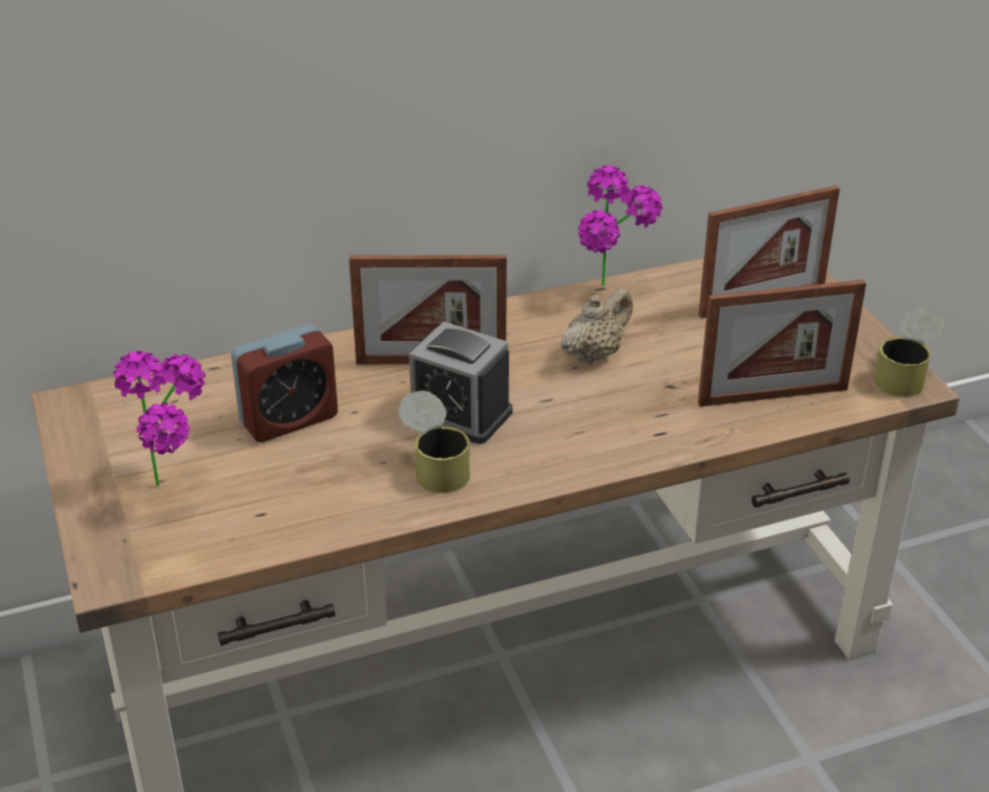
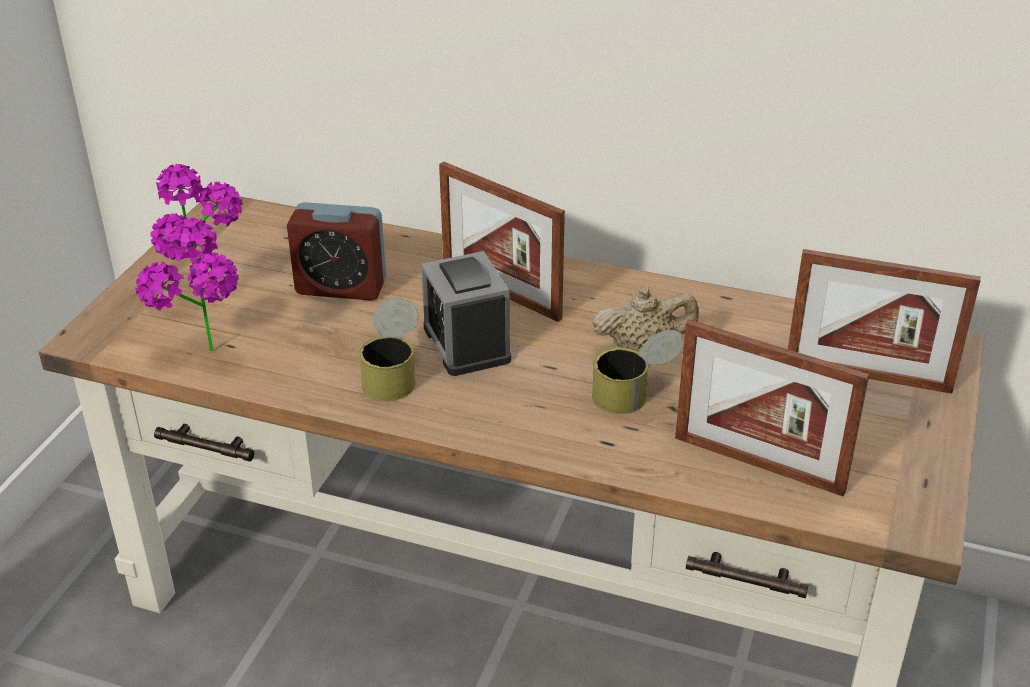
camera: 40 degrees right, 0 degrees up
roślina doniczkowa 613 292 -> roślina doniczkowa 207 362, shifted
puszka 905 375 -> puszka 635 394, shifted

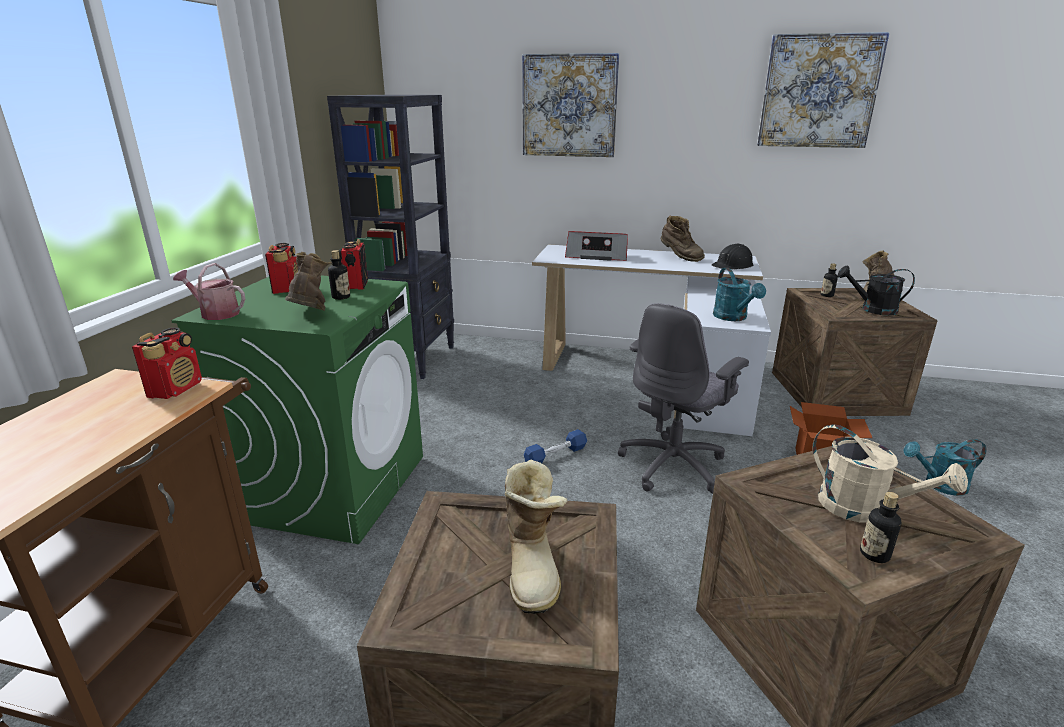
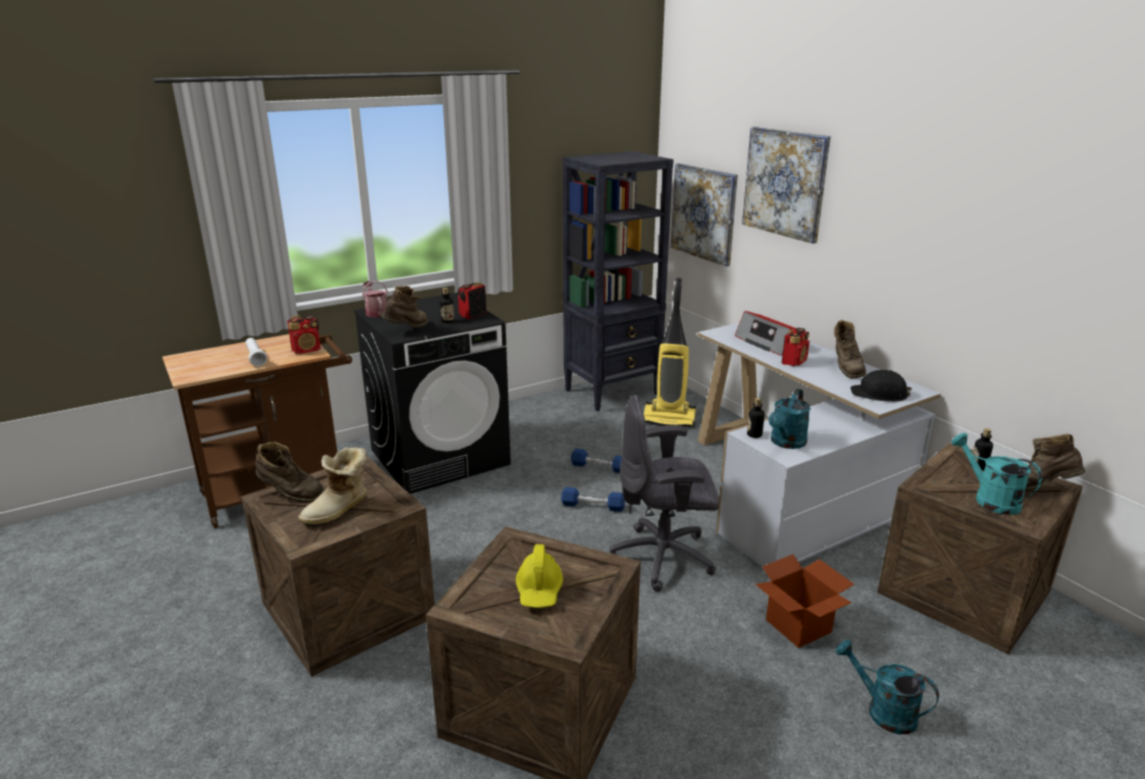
camera: 45 degrees right, 0 degrees up
obraz 818 91 -> obraz 704 213, shifted
radio 287 288 -> radio 794 362, shifted
konewka (czarny) 872 309 -> konewka (turkusowy) 989 499
pralka (zielony) 333 486 -> pralka (czarny) 440 457
konewka (beżowy) 864 509 -> kask (żółty) 539 590
butelka 874 554 -> butelka 754 435, shifted
none -> odkurzacz 669 419
none -> latarka (biały) 255 358
none -> but z cholewką (brązowy) 290 495
none -> hantel (niebieski) 599 467

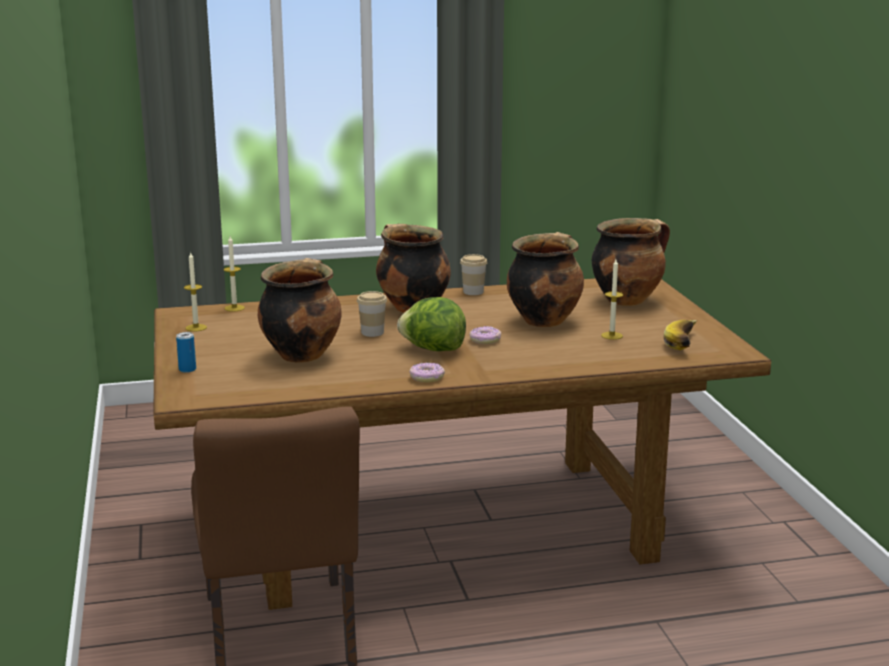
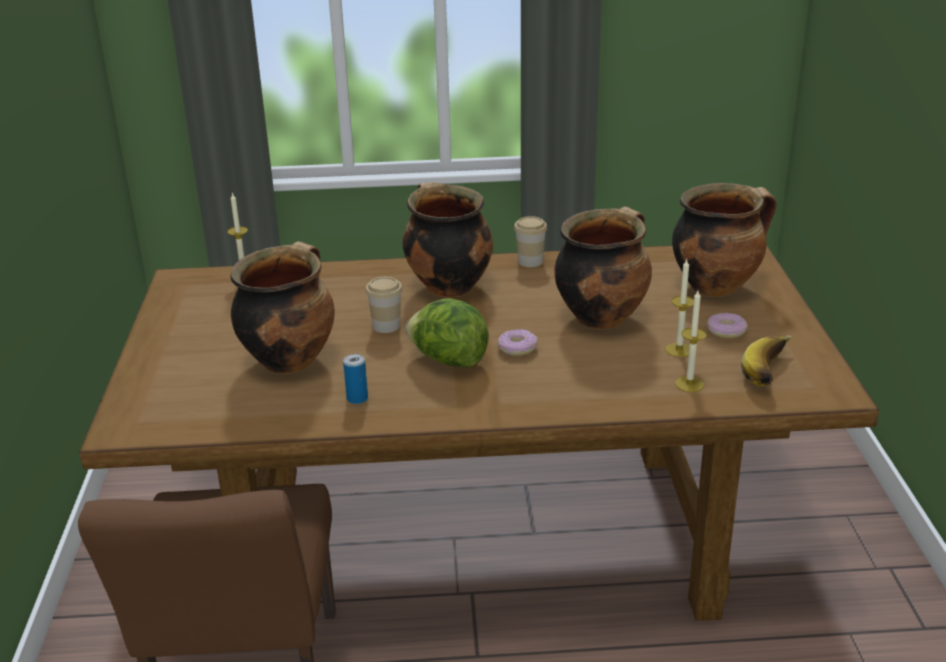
camera: 10 degrees right, 10 degrees up
świeca 196 328 -> świeca 689 384, shifted
puszka 187 369 -> puszka 357 399, shifted
donut 426 377 -> donut 726 331, shifted

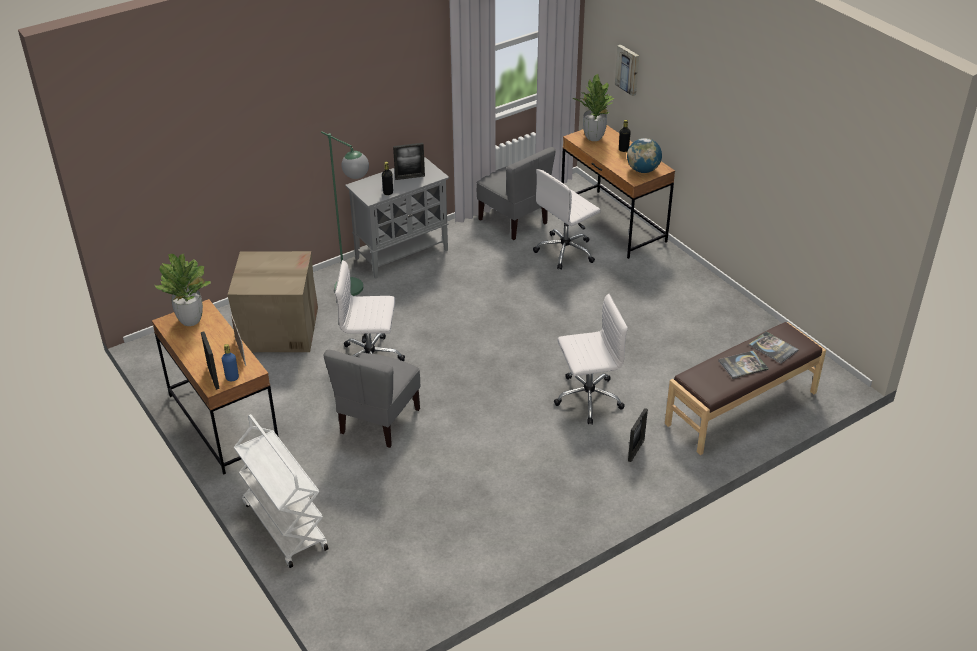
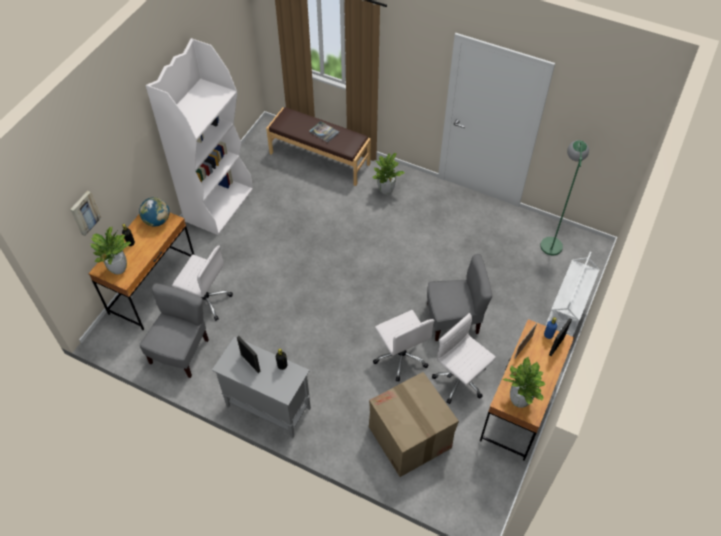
camera: 120 degrees left, 15 degrees up
lampa stojąca (zielony) 356 292 -> lampa stojąca (zielony) 551 240, shifted
krzesło biurowe (biały) 587 398 -> krzesło biurowe (biały) 461 381, shifted
książka 773 348 -> none
ramka na zdjęcie 636 450 -> roślina doniczkowa 386 190
none -> regał (biały) 219 204

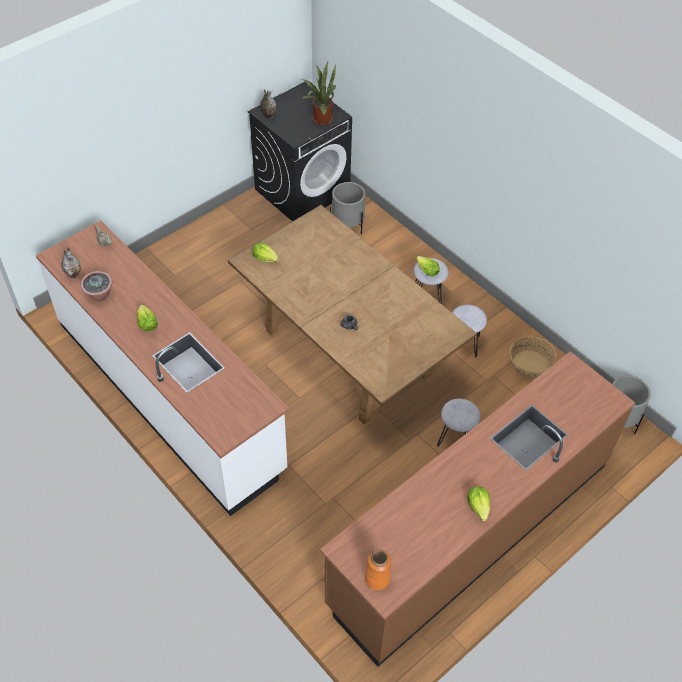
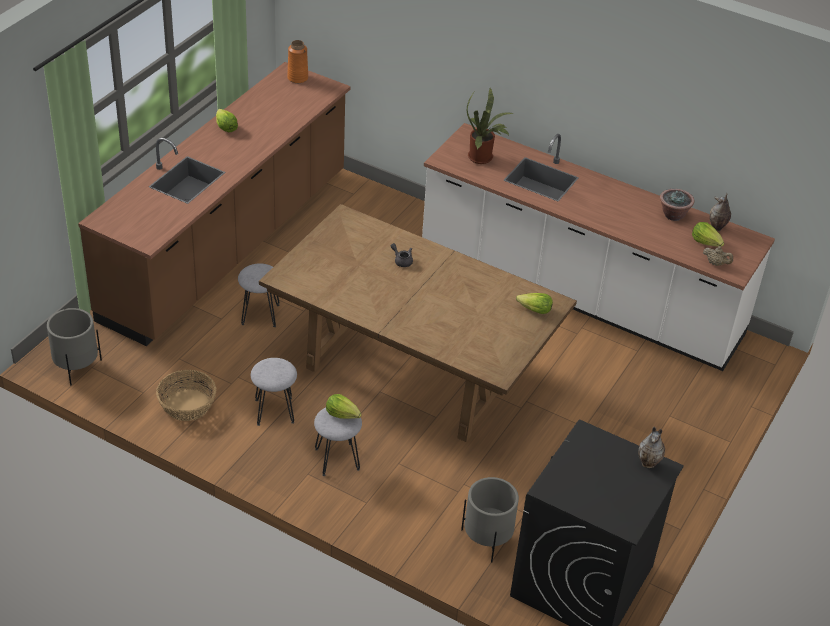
camera: 160 degrees right, 10 degrees down
roślina doniczkowa 320 119 -> roślina doniczkowa 483 158, shifted
sałata 147 323 -> sałata 706 242, shifted

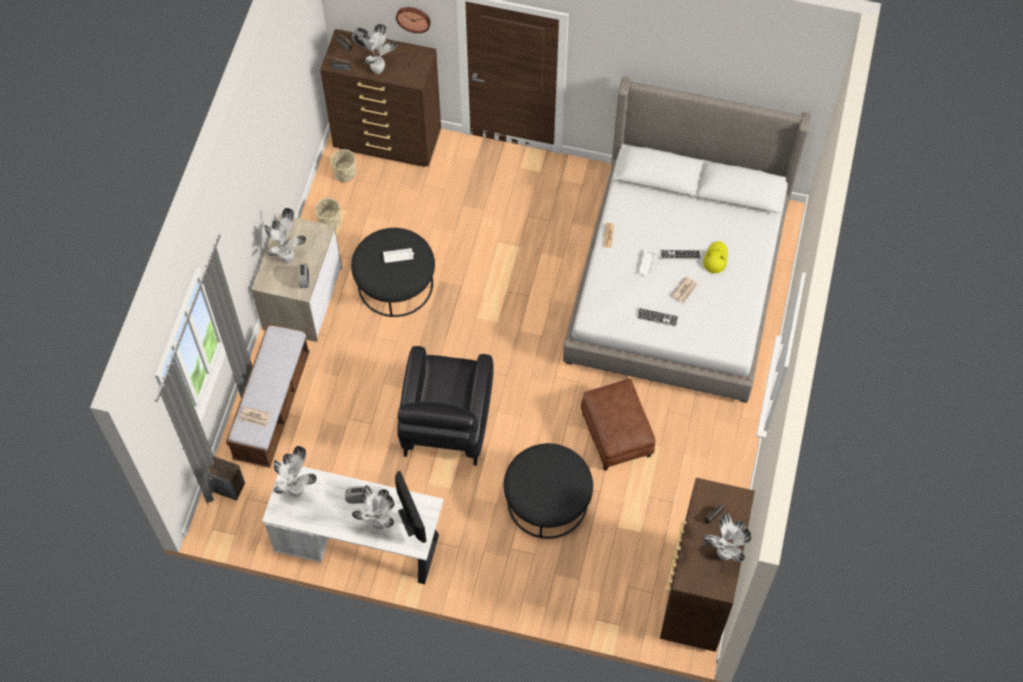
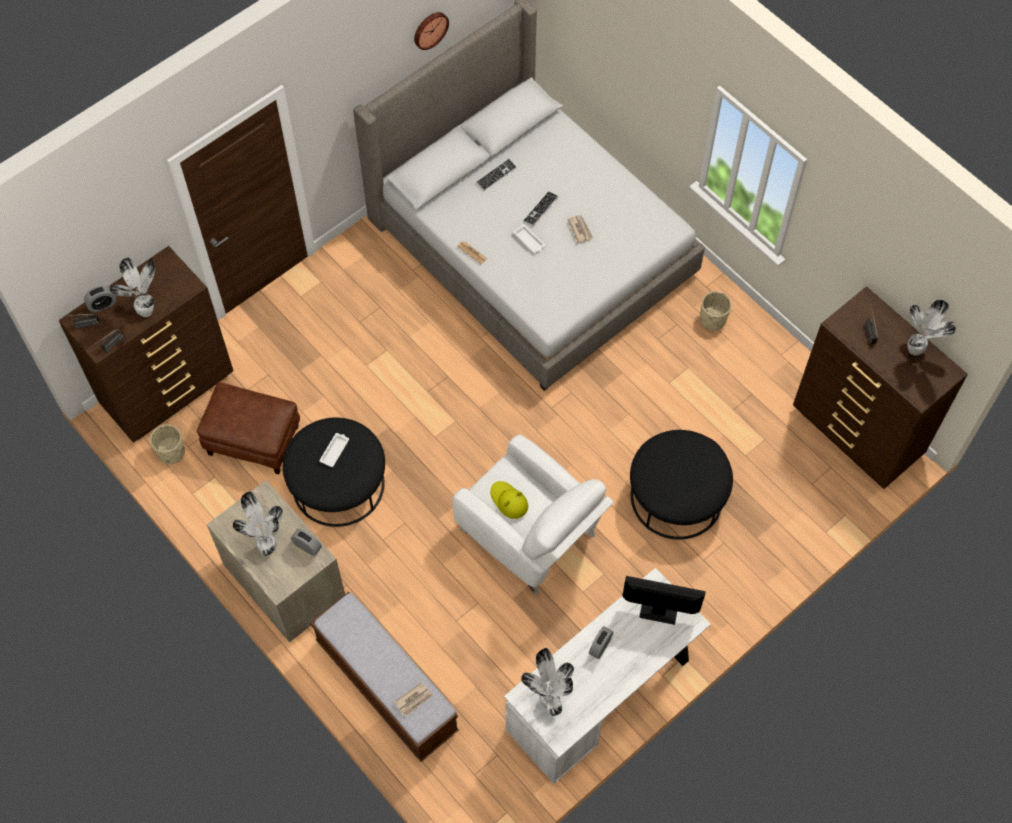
camera: 55 degrees left, 0 degrees up
zegar ścienny 413 18 -> zegar ścienny 430 29, shifted
donica (beżowy) 329 222 -> donica (beżowy) 713 320, shifted
kapelusz (żółty) 715 258 -> kapelusz (żółty) 508 501, shifted
klawiatura 657 317 -> klawiatura 496 175, shifted
fotel (czarny) 445 425 -> fotel (biały) 531 535
pufa (brązowy) 617 435 -> pufa (brązowy) 254 439, shifted
głośnik 228 487 -> none
roślina doniczkowa 379 525 -> none

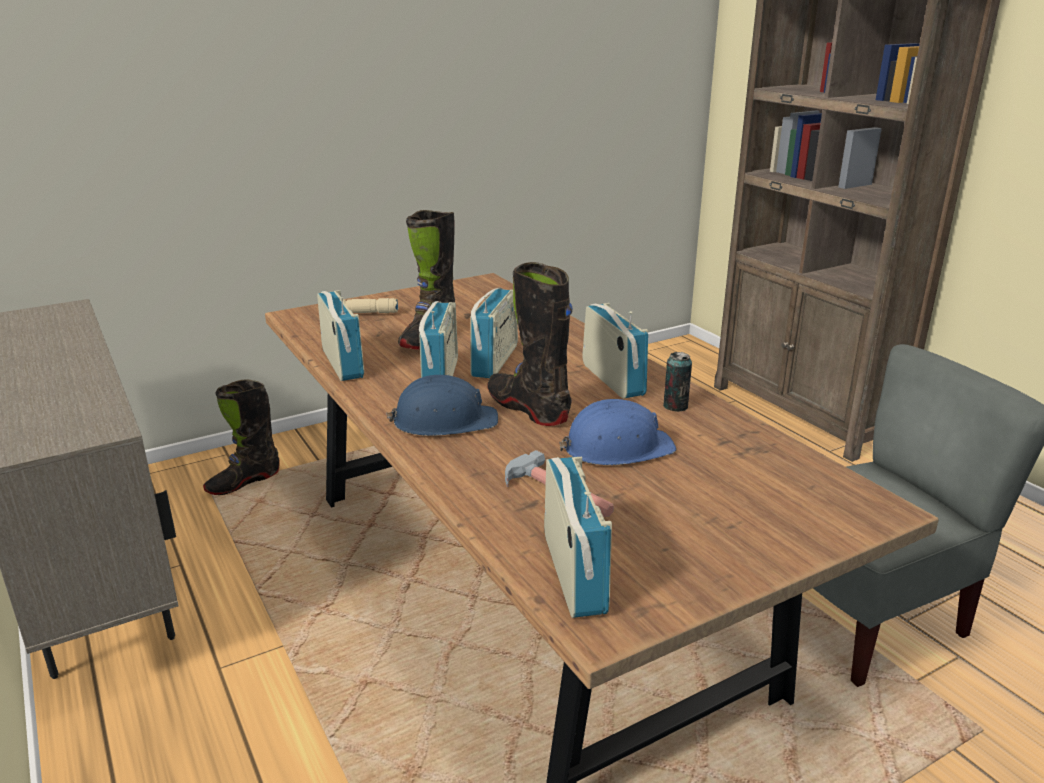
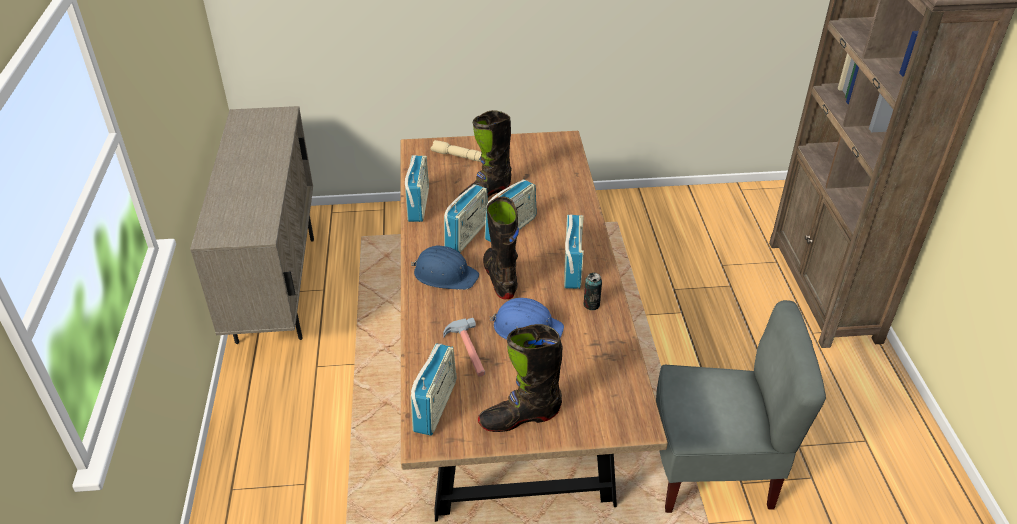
camera: 25 degrees right, 15 degrees up
but z cholewką (czarny) 243 482 -> but z cholewką (czarny) 519 417, shifted

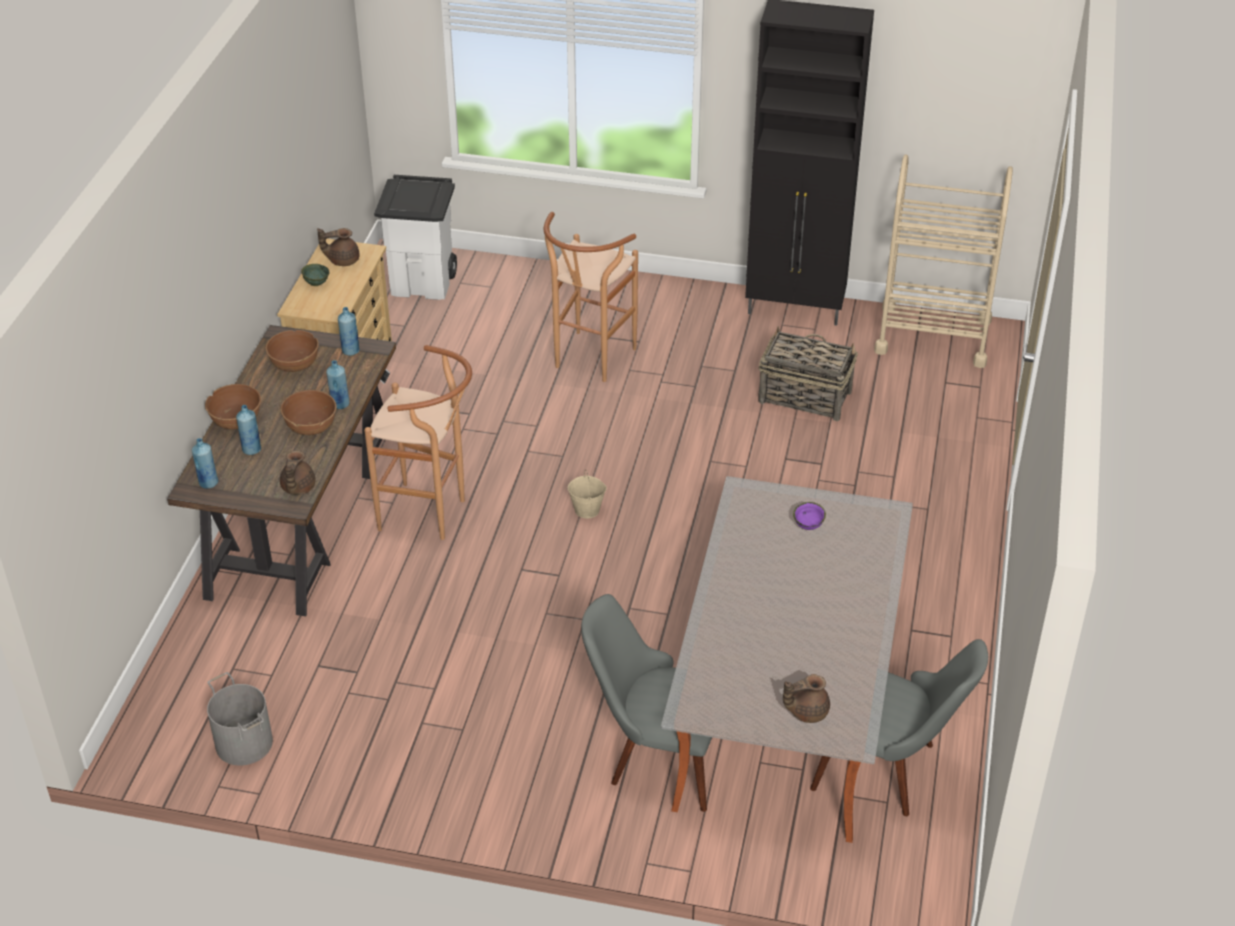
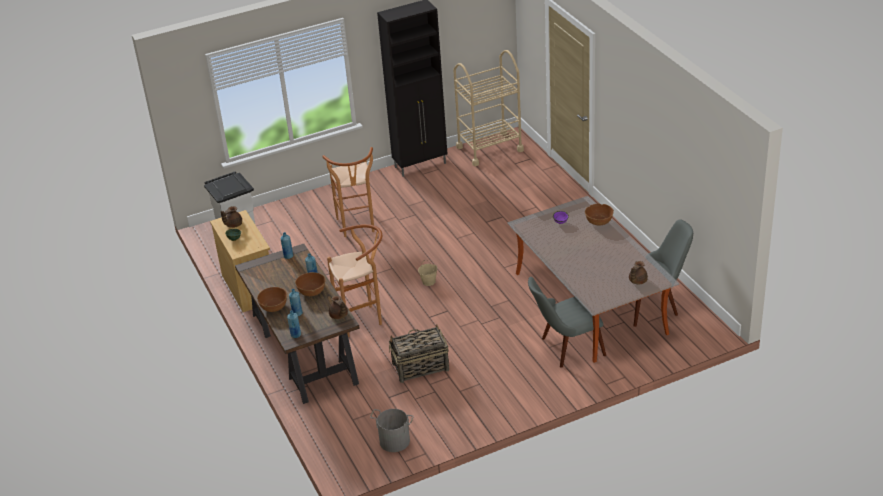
camera: 35 degrees left, 5 degrees down
koszyk 804 396 -> koszyk 420 367, shifted
miska (brązowy) 294 364 -> miska (brązowy) 599 222, shifted

